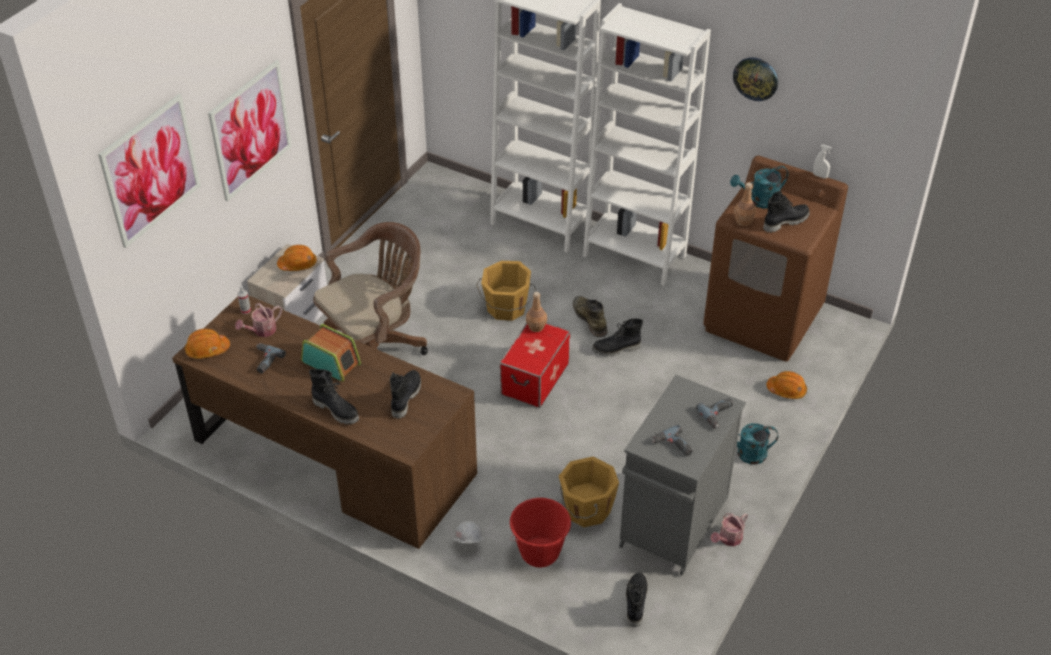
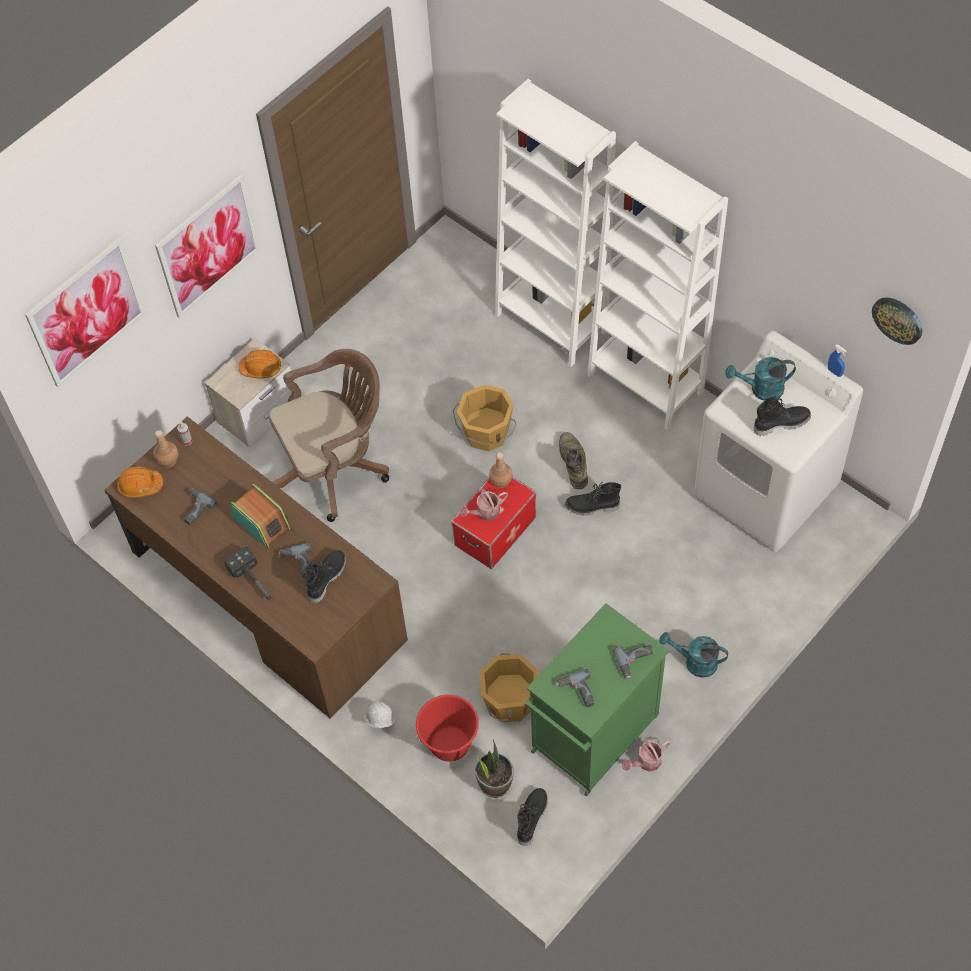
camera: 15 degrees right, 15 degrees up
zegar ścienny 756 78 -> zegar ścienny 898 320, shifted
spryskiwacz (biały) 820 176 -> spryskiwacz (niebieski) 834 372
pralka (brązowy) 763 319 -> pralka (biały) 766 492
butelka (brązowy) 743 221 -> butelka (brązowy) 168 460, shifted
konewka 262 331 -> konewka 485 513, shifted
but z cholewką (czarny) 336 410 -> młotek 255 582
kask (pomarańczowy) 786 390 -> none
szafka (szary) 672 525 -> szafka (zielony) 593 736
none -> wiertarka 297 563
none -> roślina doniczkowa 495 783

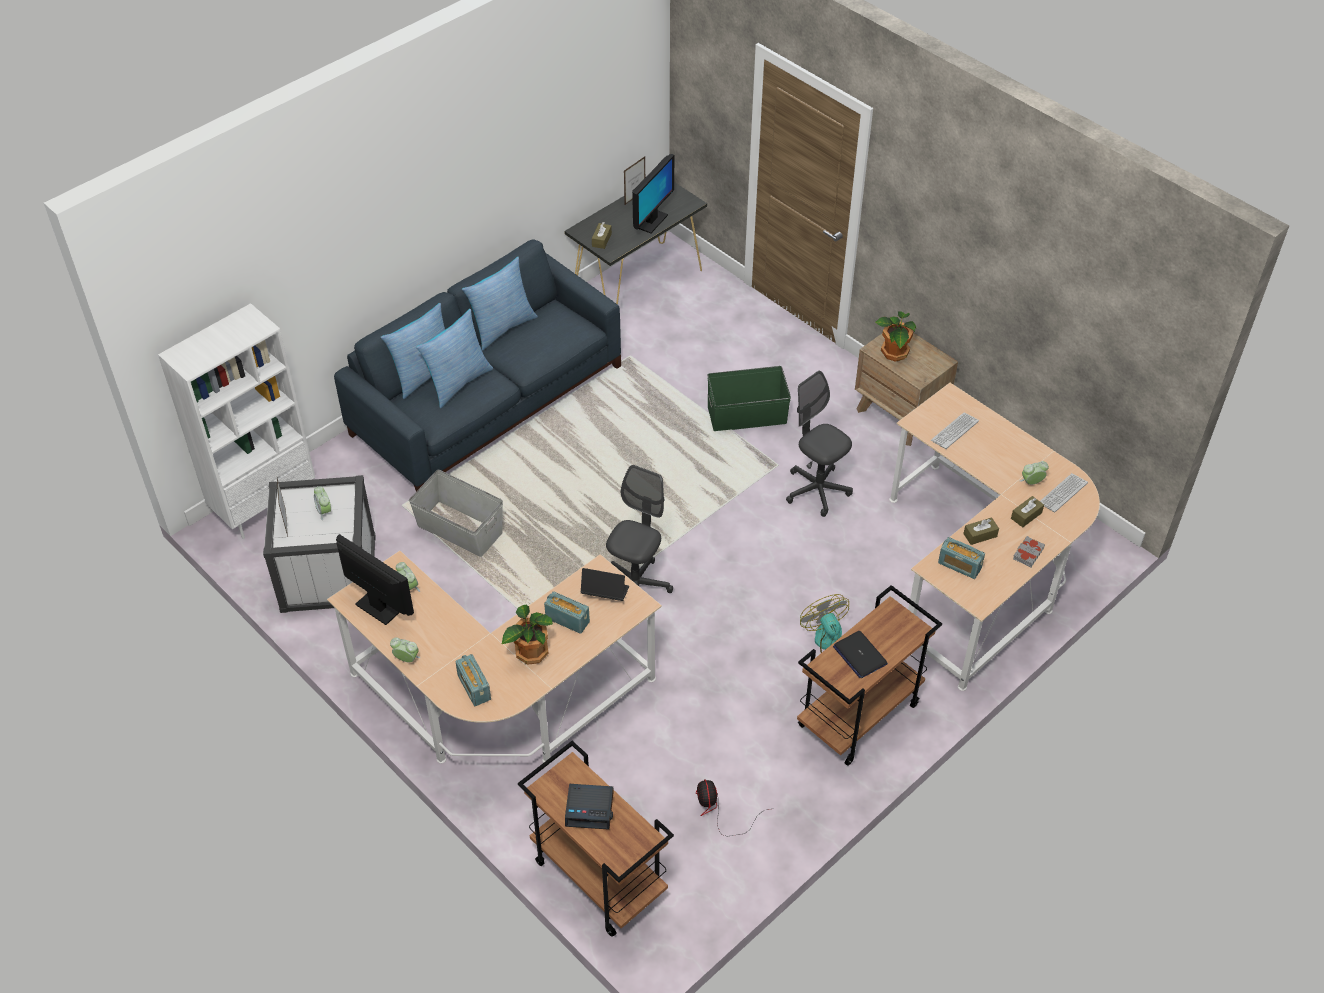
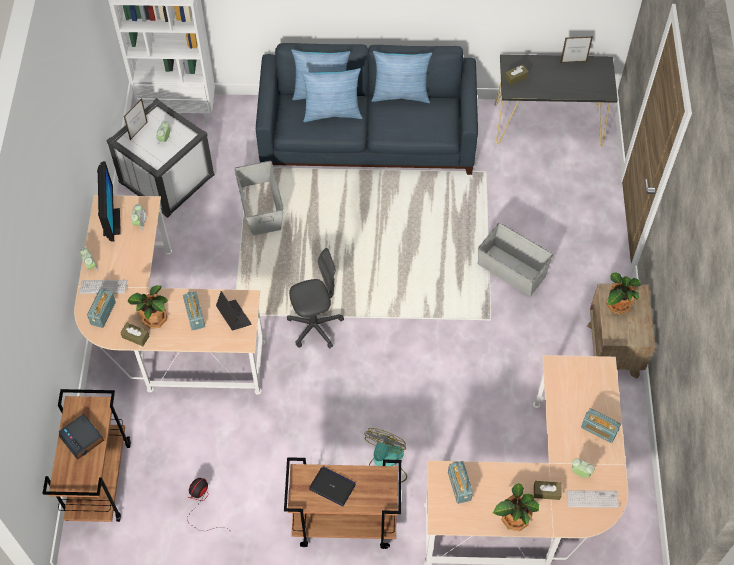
camera: 45 degrees right, 10 degrees up
monitor 651 221 -> none
pojemnik do przechowywania (zielony) 746 415 -> pojemnik do przechowywania (szary) 511 269
krzesło biurowe (szary) 817 490 -> none
klawiatura 954 431 -> klawiatura 103 287, shifted
pudełko chusteczek (brązowy) 980 535 -> pudełko chusteczek (brązowy) 135 337, shifted
książka (szary) 1027 553 -> roślina doniczkowa 514 518
laptop 859 655 -> laptop 332 486, 105 degrees clockwise
none -> radio 599 430

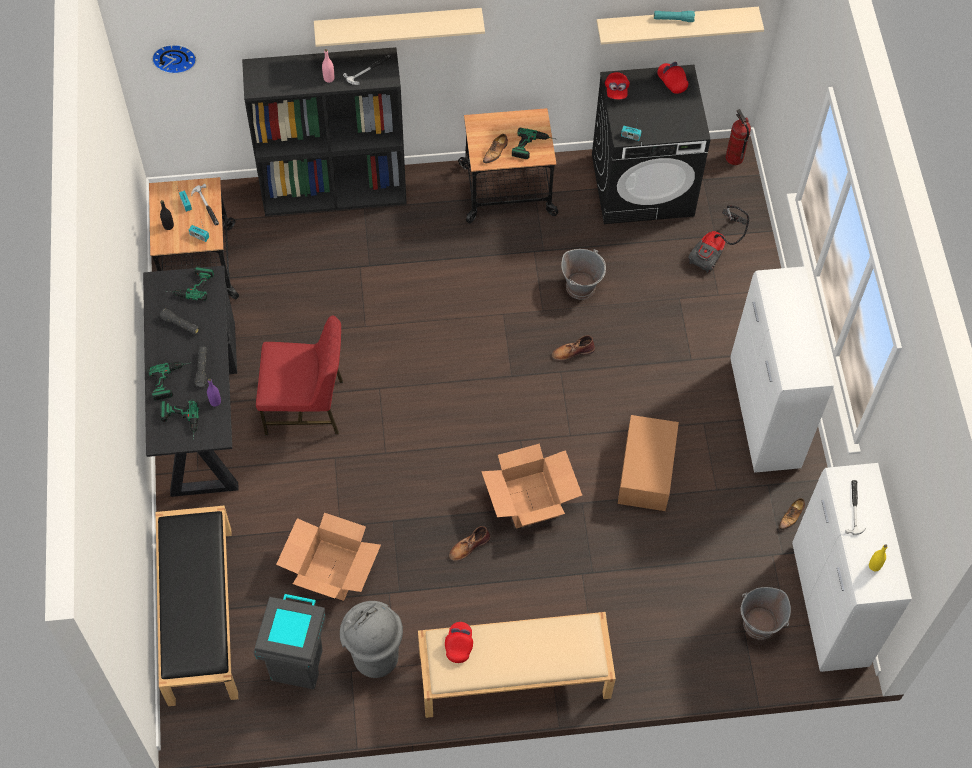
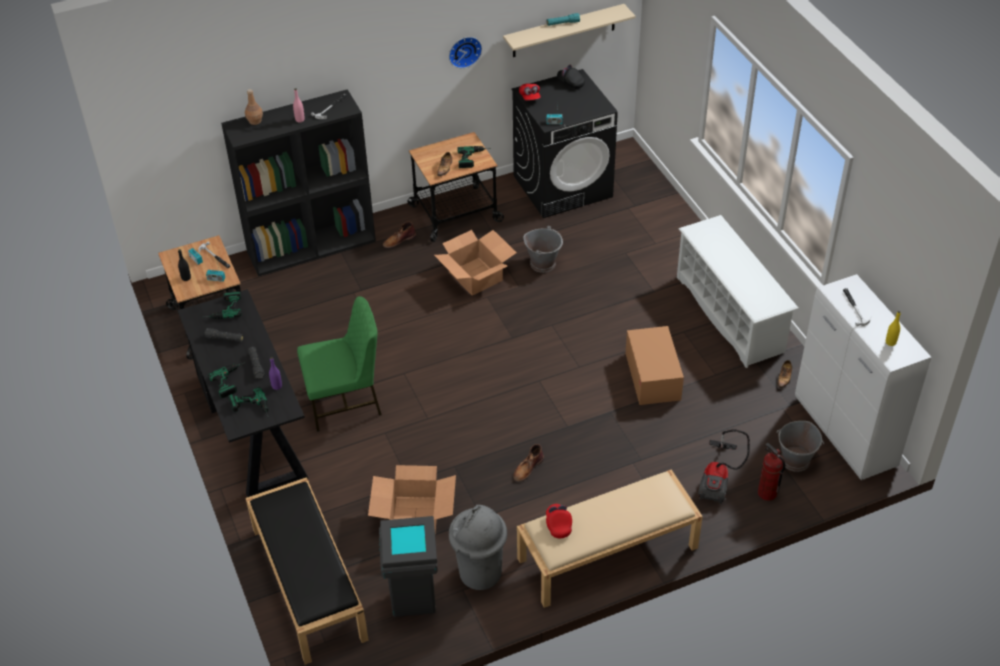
camera: 15 degrees left, 15 degrees down
półka (beżowy) 398 25 -> none
zegar ścienny 174 56 -> zegar ścienny 464 51, shifted
czapka z daszkiem (czerwony) 672 82 -> czapka z daszkiem (czarny) 570 83
gaśnica 734 158 -> gaśnica 766 493, shifted
odkurzacz 716 249 -> odkurzacz 718 479, shifted
szafka (biały) 764 415 -> regał na buty (biały) 730 314
krzesło (czerwony) 306 406 -> krzesło (zielony) 345 402
but z cholewką (brązowy) 572 352 -> but z cholewką (brązowy) 399 240, shifted
karton 530 499 -> karton 476 276, shifted
none -> butelka (brązowy) 255 121

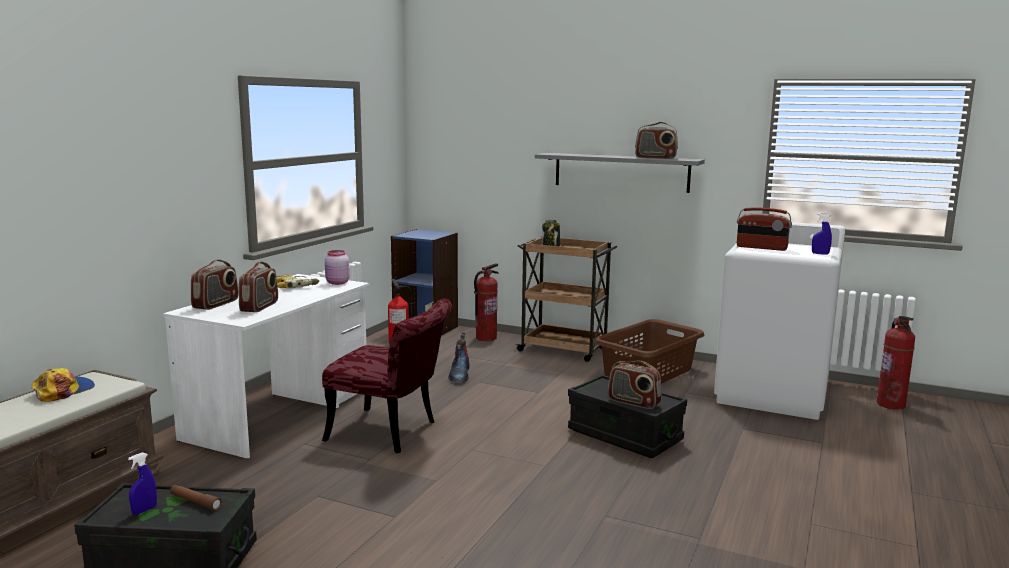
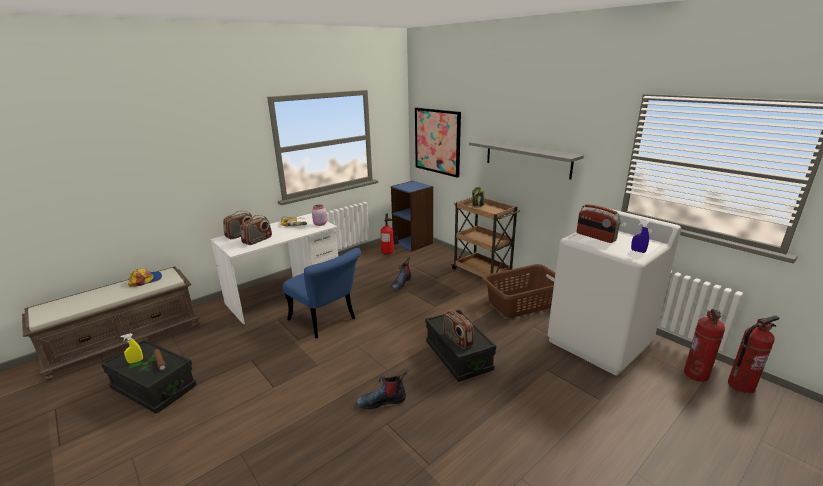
camera: 25 degrees right, 10 degrees up
radio 655 158 -> none
gaśnica 486 338 -> gaśnica 741 386, shifted
krzesło (czerwony) 392 433 -> krzesło (niebieski) 326 321
spryskiwacz (niebieski) 144 510 -> spryskiwacz (żółty) 136 361
none -> obraz 437 141
none -> but z cholewką 382 401

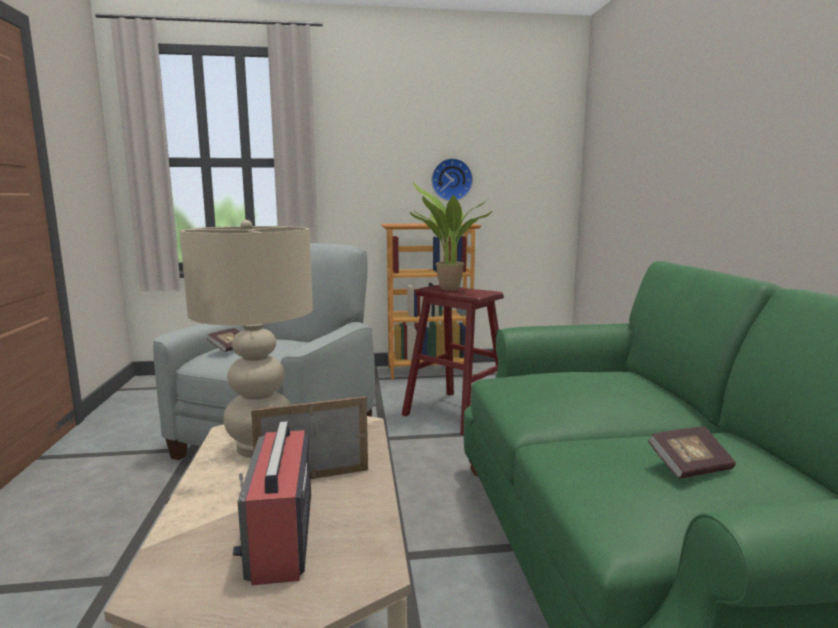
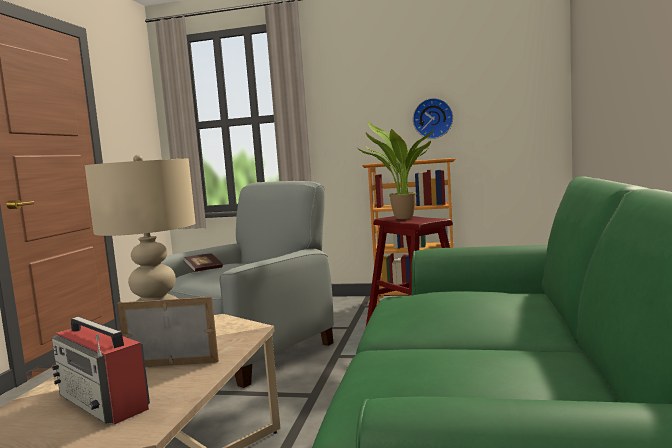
camera: 20 degrees right, 5 degrees down
radio 281 537 -> radio 104 402, 60 degrees counterclockwise
książka 690 467 -> none

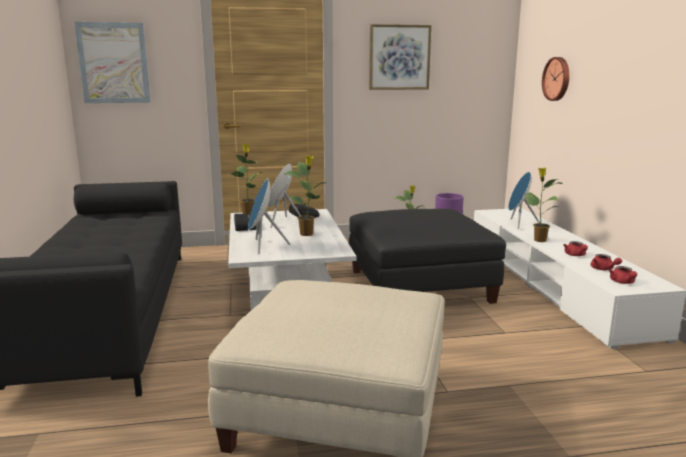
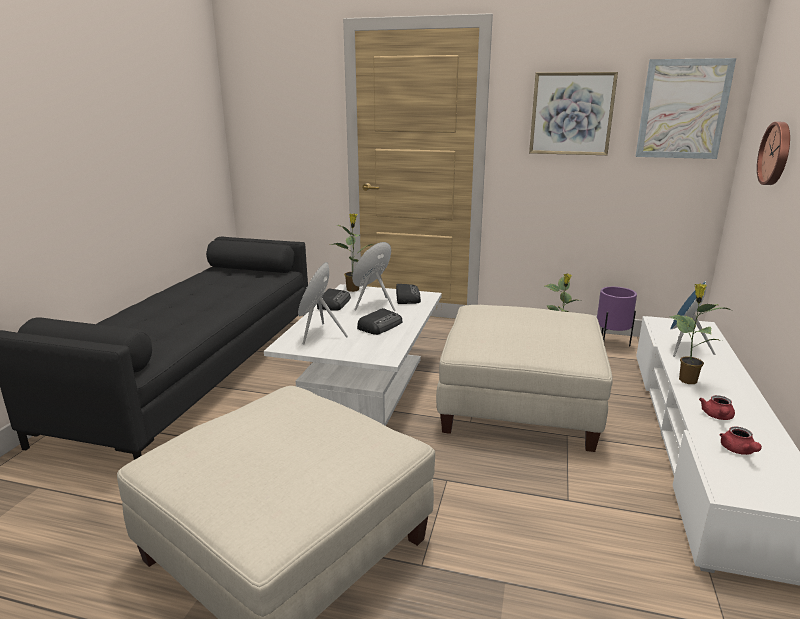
camera: 25 degrees right, 5 degrees up
obraz 114 63 -> obraz 683 109, shifted
roślina doniczkowa 307 234 -> radio 380 325
pufa (czarny) 419 285 -> pufa (beżowy) 518 404
imbryk (czerwony) 623 282 -> none

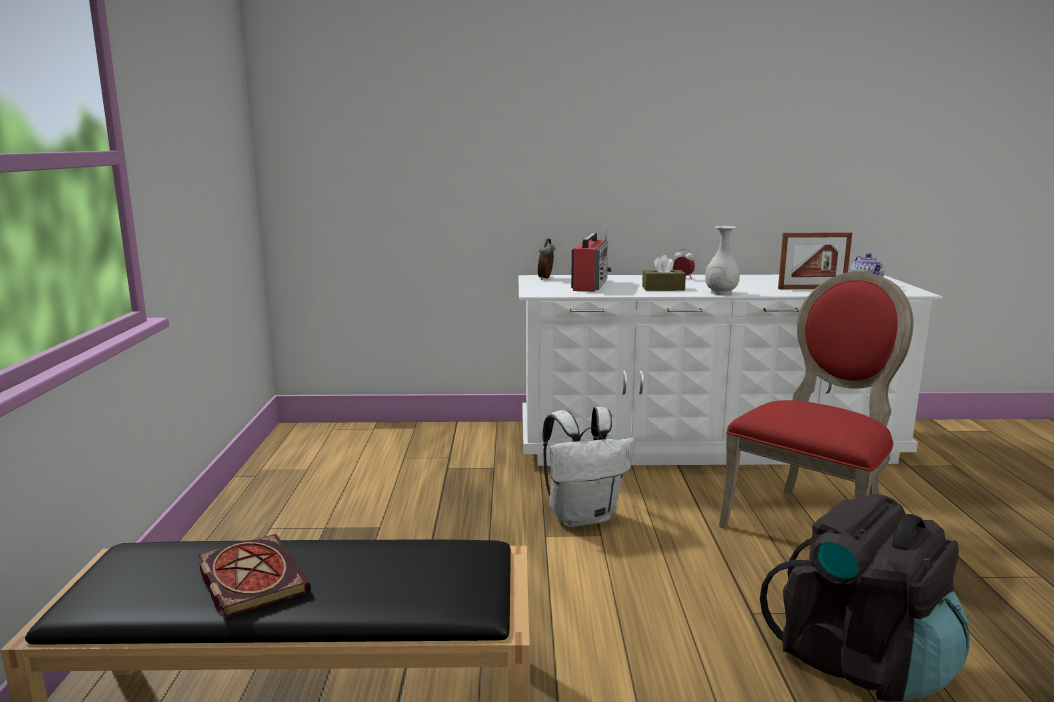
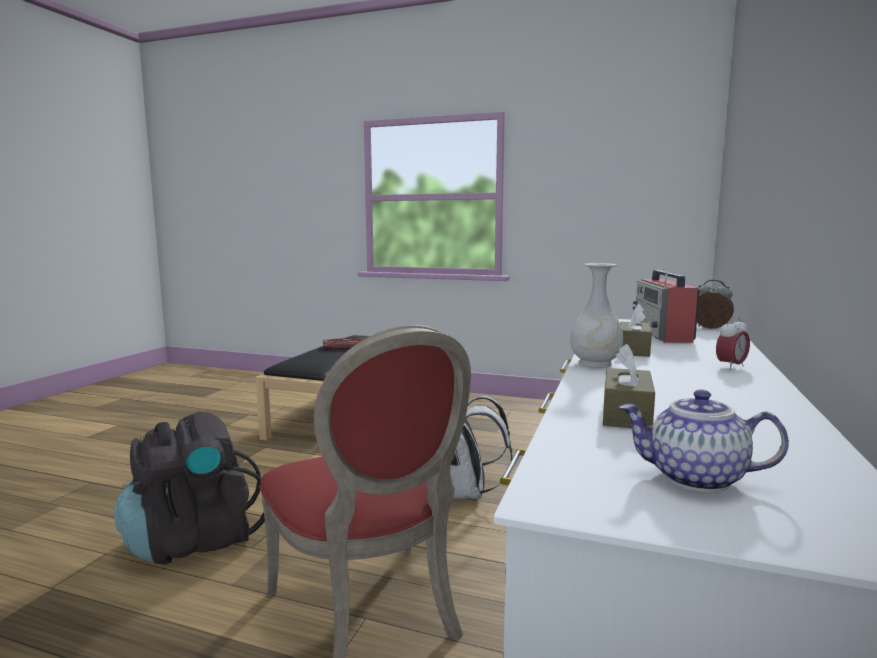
camera: 110 degrees right, 5 degrees down
radio 590 284 -> radio 663 334, 60 degrees clockwise
ramka na zdjęcie 812 288 -> pudełko chusteczek (brązowy) 626 414

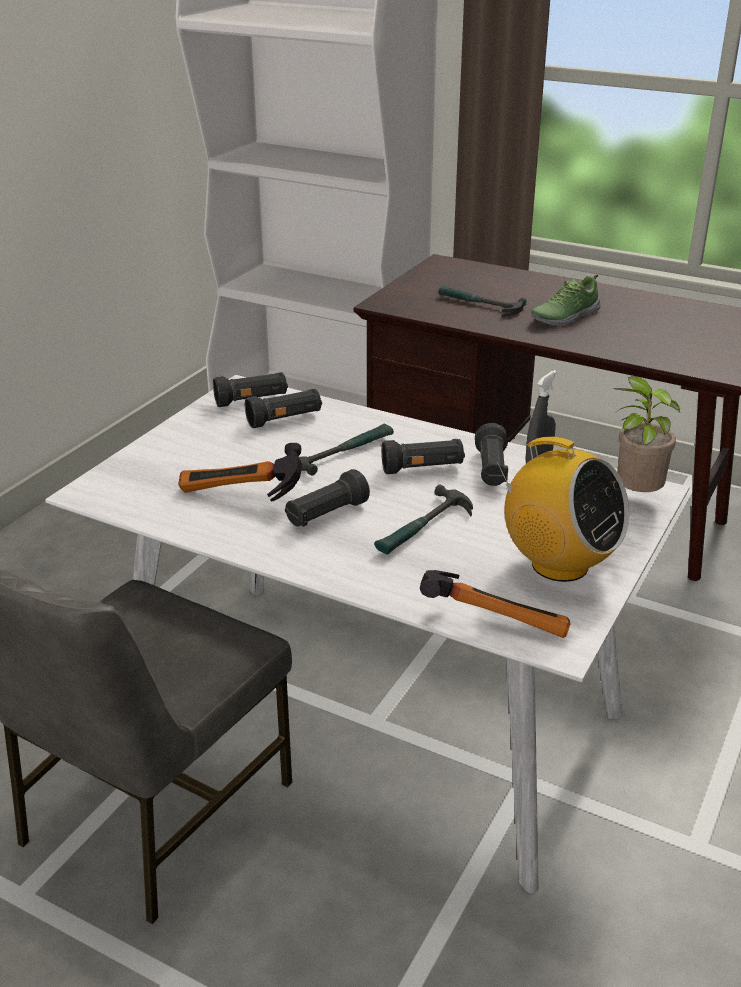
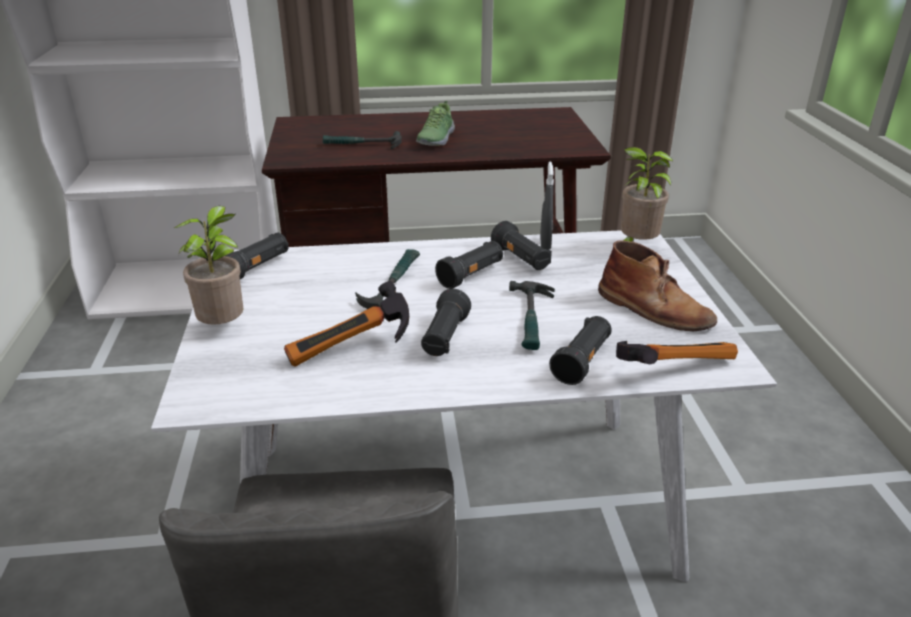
camera: 35 degrees left, 0 degrees up
latarka (czarny) 285 420 -> latarka (czarny) 582 361, shifted
radio 558 564 -> but z cholewką (brązowy) 654 309
none -> roślina doniczkowa 225 327

